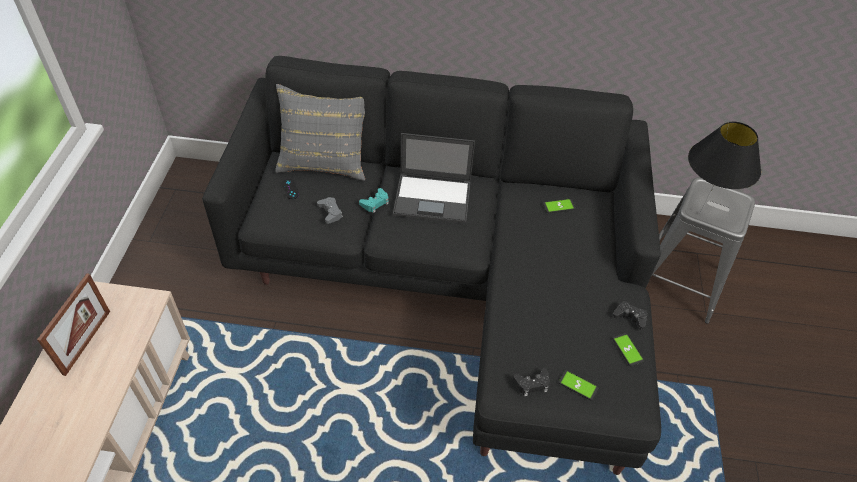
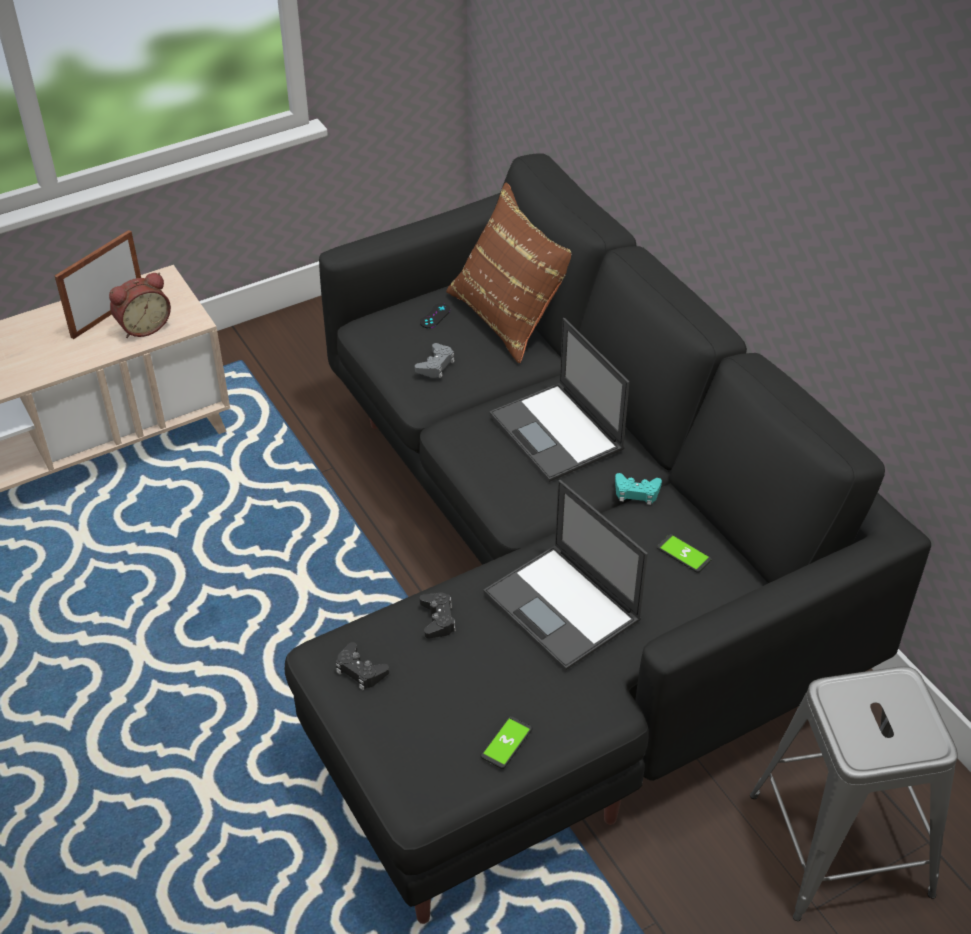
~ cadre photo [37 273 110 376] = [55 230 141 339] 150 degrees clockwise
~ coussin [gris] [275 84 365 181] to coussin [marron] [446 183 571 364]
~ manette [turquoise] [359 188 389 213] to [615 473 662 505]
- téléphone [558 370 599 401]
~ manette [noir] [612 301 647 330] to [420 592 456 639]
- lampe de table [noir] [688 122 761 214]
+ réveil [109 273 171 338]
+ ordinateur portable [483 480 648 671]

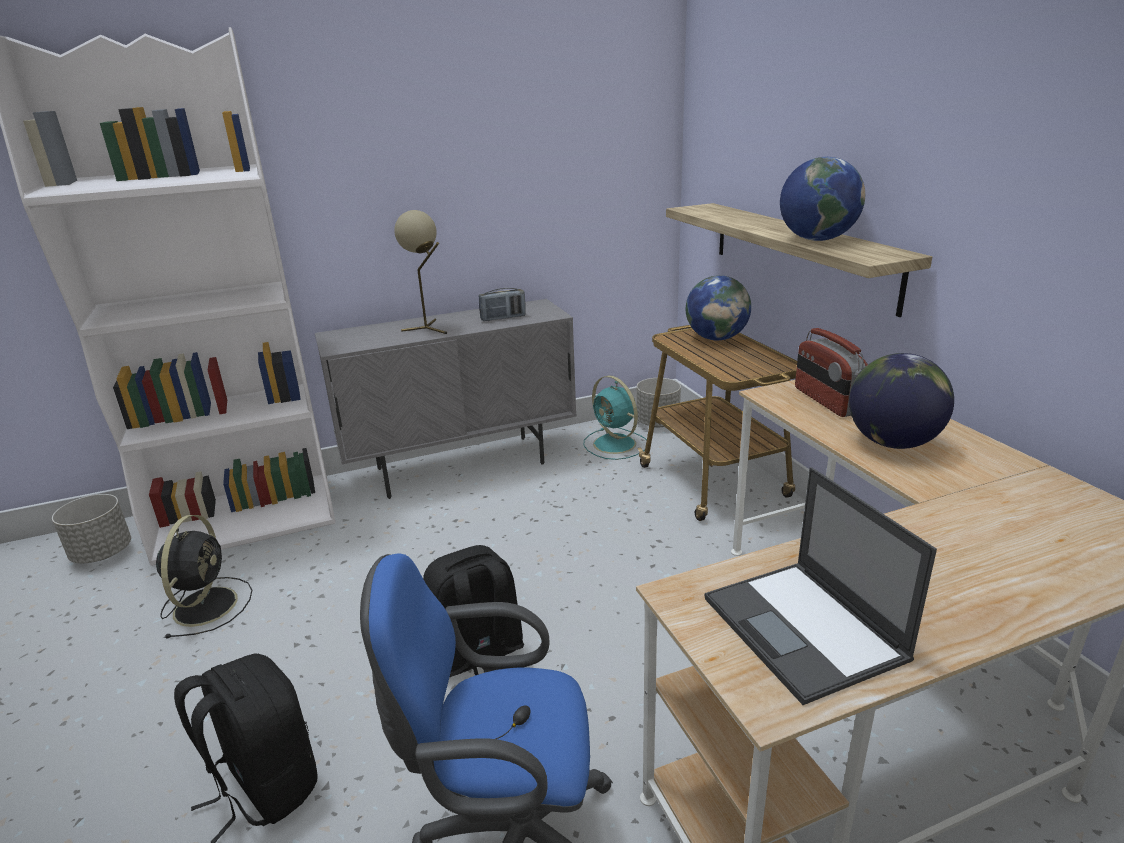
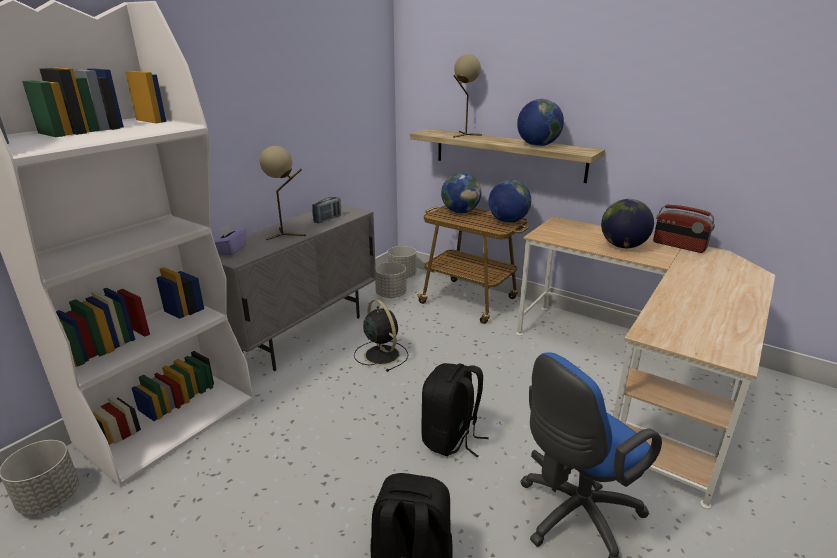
~ ventilateur [noir] [156 515 252 638] to [354 299 408 372]
~ ventilateur [turquoise] [583 375 647 460] to cache-pot [gris] [375 262 406 298]
- ordinateur portable [705 467 937 705]
~ radio [795 328 868 417] to [653 205 715 253]
+ boîte à mouchoirs [violet] [214 224 246 256]
+ lampe de table [beige] [453 54 482 138]
+ globe [488 180 531 223]

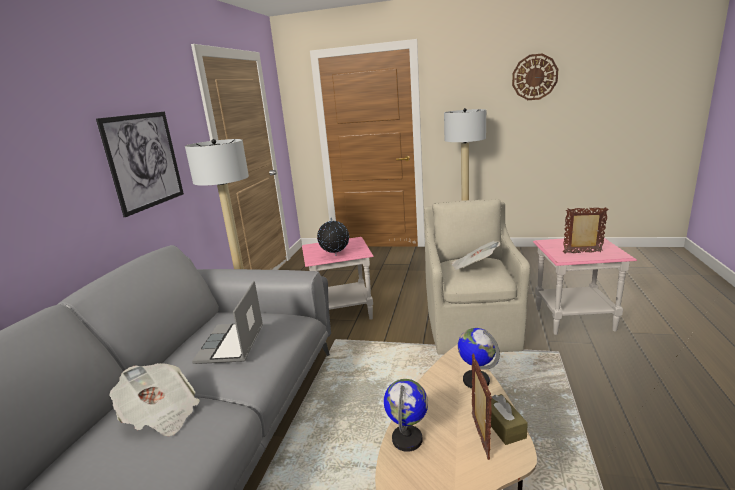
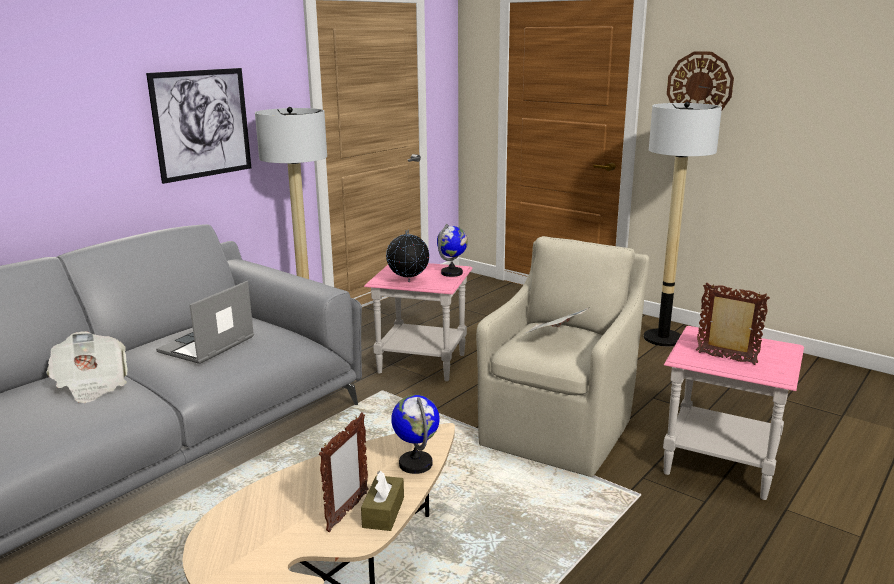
~ globe [384 379 428 452] to [437 224 468 277]
~ horloge murale [512 54 558 100] to [667 51 734 110]

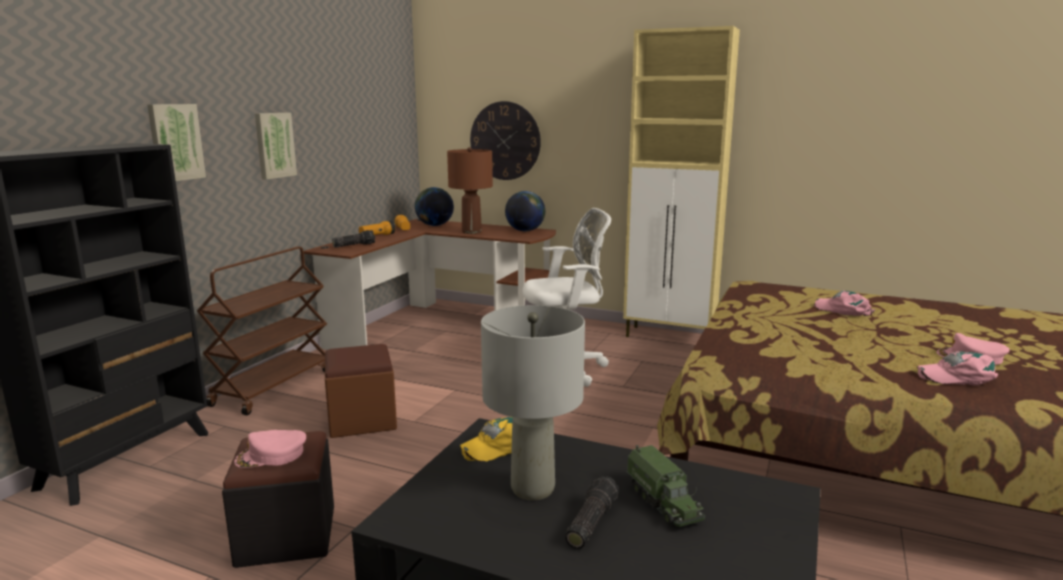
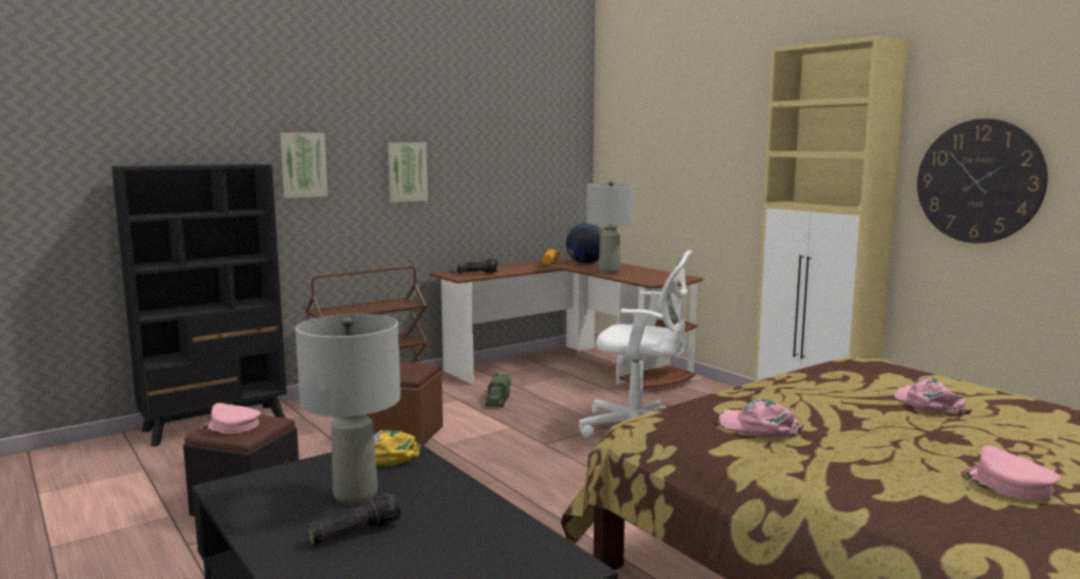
- lampe de poche [359 220 395 235]
~ lampe de table [marron] [447 147 493 234] to lampe de table [gris] [586 181 635 274]
~ horloge murale [470 101 541 180] to [917 119 1048 243]
- globe [505 191 545 231]
~ camion jouet [627 445 705 527] to [485 372 511 407]
~ casquette [rose] [917 351 998 386] to [717 399 804 438]

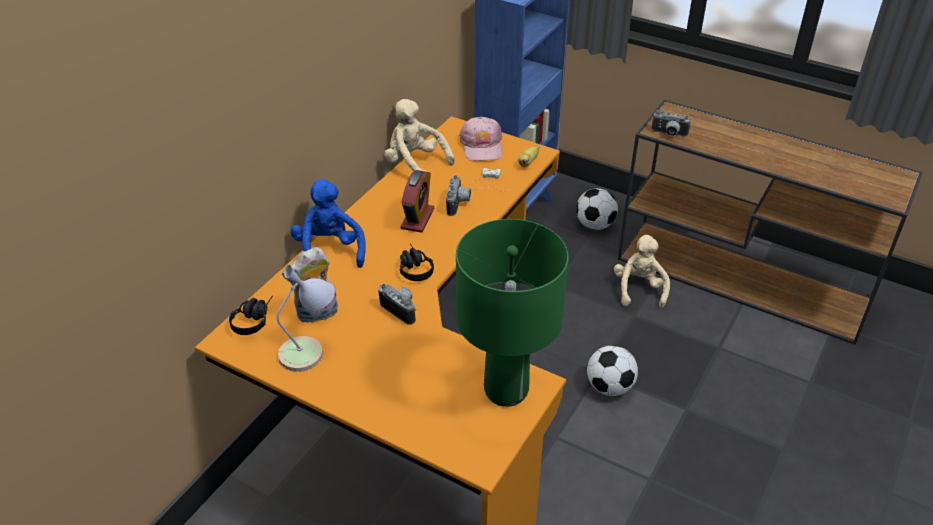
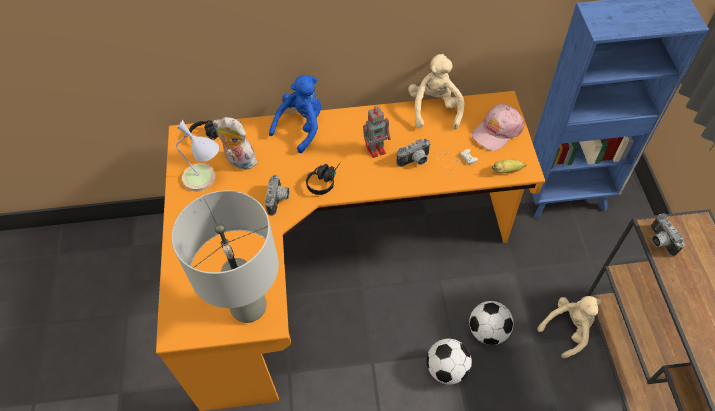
~ réveil [401 170 434 233] to robot jouet [363 106 391 158]
~ lampe de table [vert] [456 219 569 407] to lampe de table [gris] [171 190 279 323]
~ ballon de foot [576 188 618 230] to [469 301 514 345]

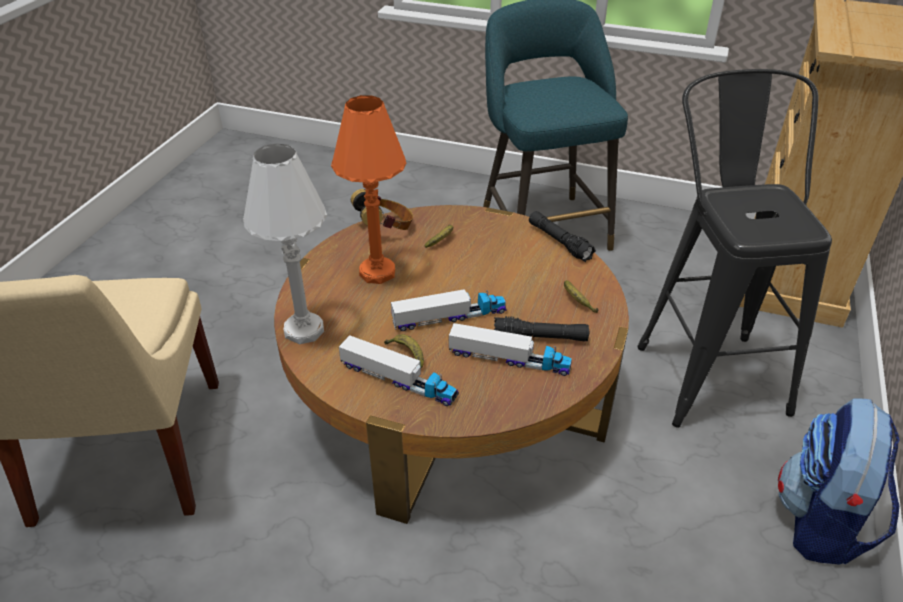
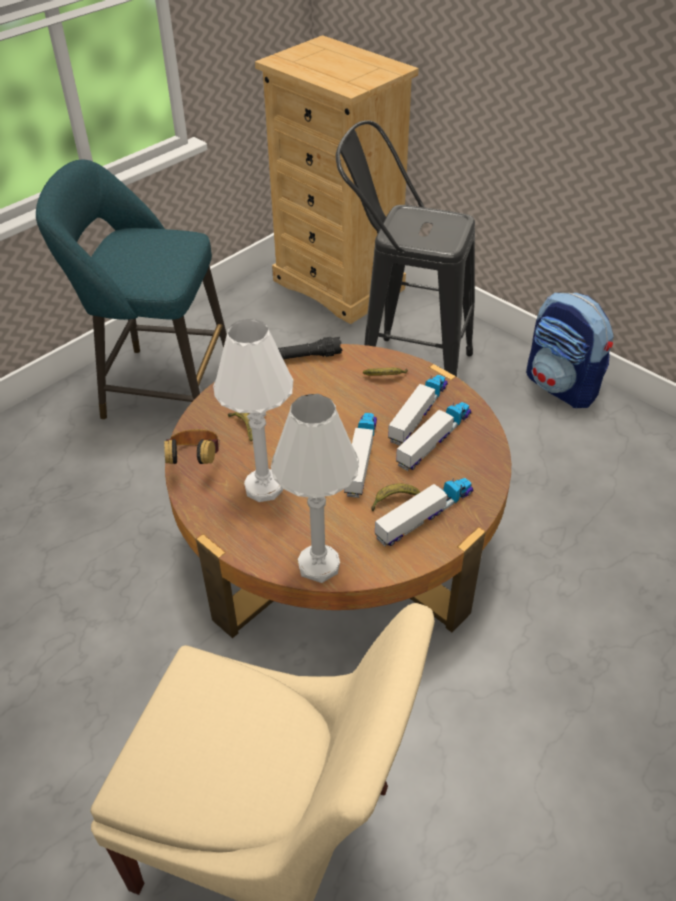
~ lampe de table [orange] [331 95 406 284] to lampe de table [blanc] [213 319 293 502]
~ lampe de poche [noir] [494 316 589 342] to camion jouet [388 375 448 446]

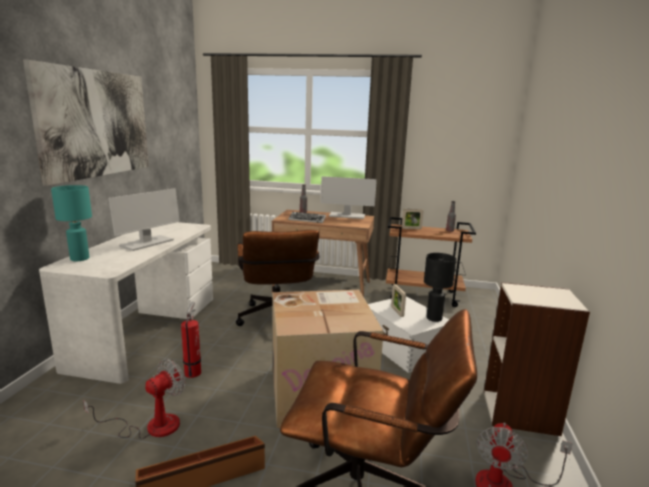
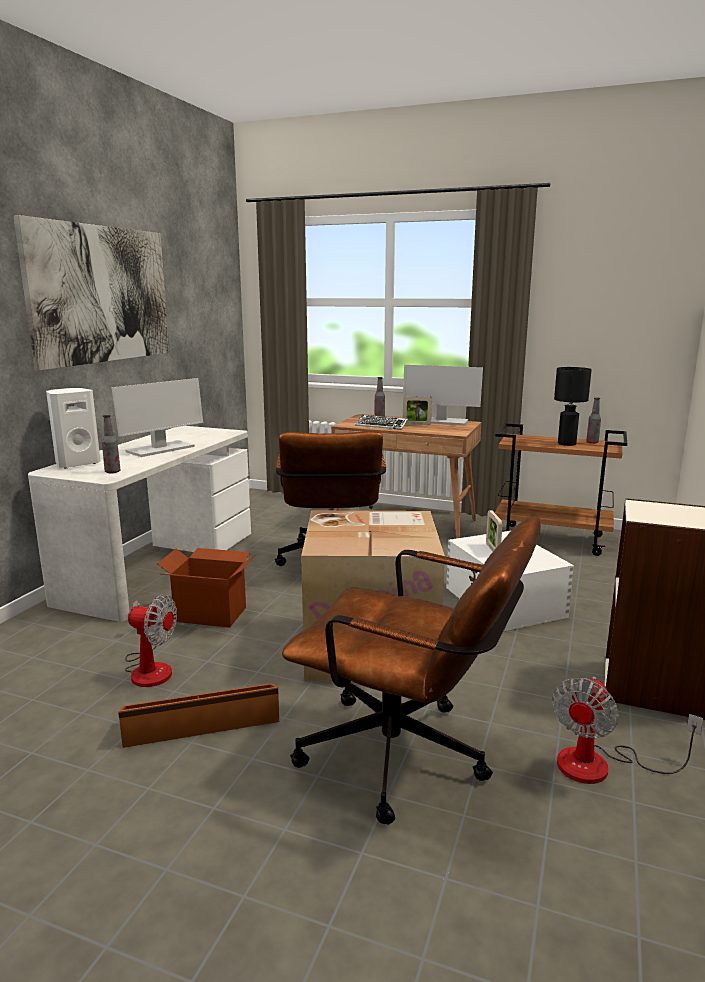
~ lampe de table [turquoise] [51 185 92 261] to enceinte [blanc] [46 388 100 469]
~ ventilateur [83 359 185 439] = [125 595 177 687] 60 degrees clockwise
~ extincteur [181 302 201 378] to carton [157 548 255 628]
~ cadre photo [402 209 423 229] to [403 396 432 425]
~ lampe de table [noir] [424 253 456 322] to [554 367 592 446]
+ bouteille [102 415 121 474]

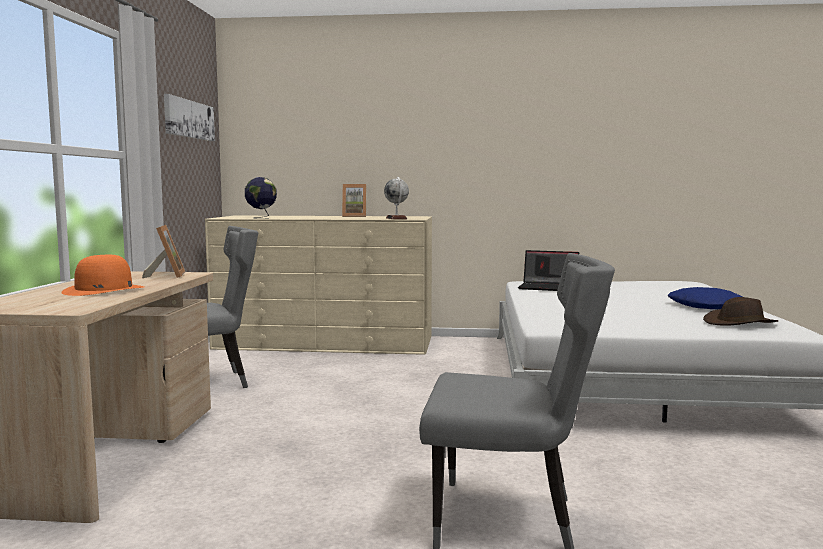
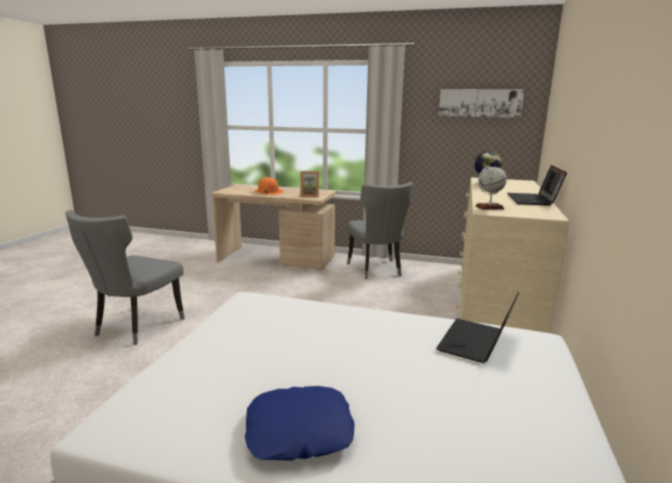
~ cadre photo [342 184 366 217] to ordinateur portable [507 165 567 206]
- chapeau [marron] [703 297 778 326]

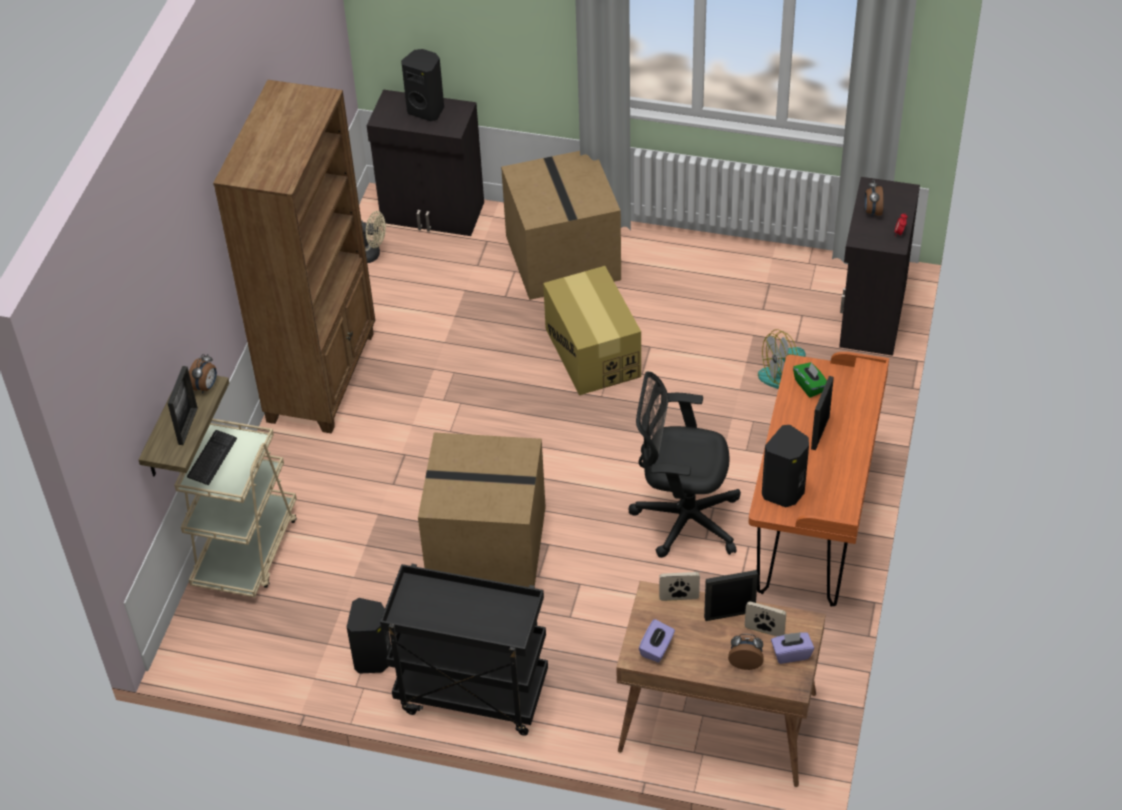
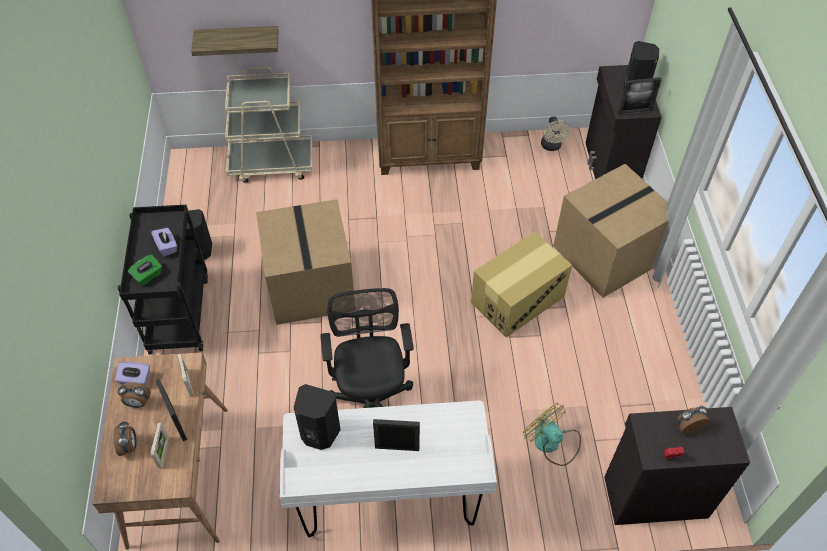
~ cadre photo [168 366 198 445] to [618 77 662 116]
- clavier [187 430 237 485]
~ réveil [189 354 217 393] to [118 383 151 408]
~ bureau [orange] [749 352 889 607] to bureau [blanc] [280 401 497 537]
~ boîte à mouchoirs [violet] [771 632 814 664] to [151 228 177 257]
~ boîte à mouchoirs [vert] [793 362 827 398] to [128 254 162 286]

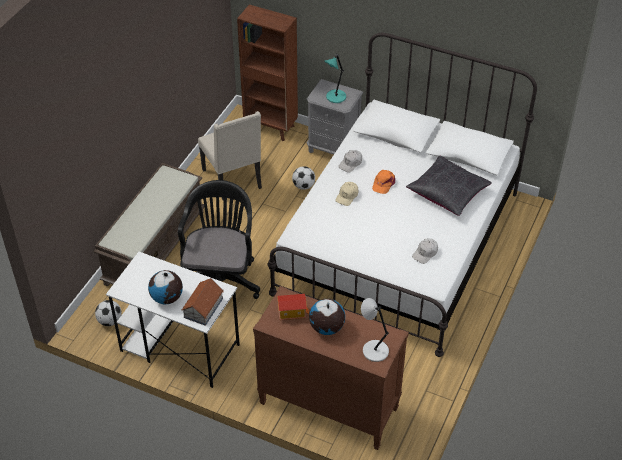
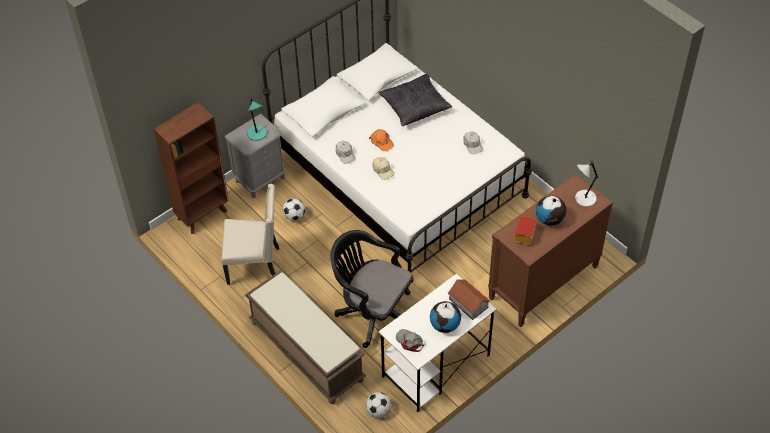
+ casquette [gris] [396 329 425 352]

